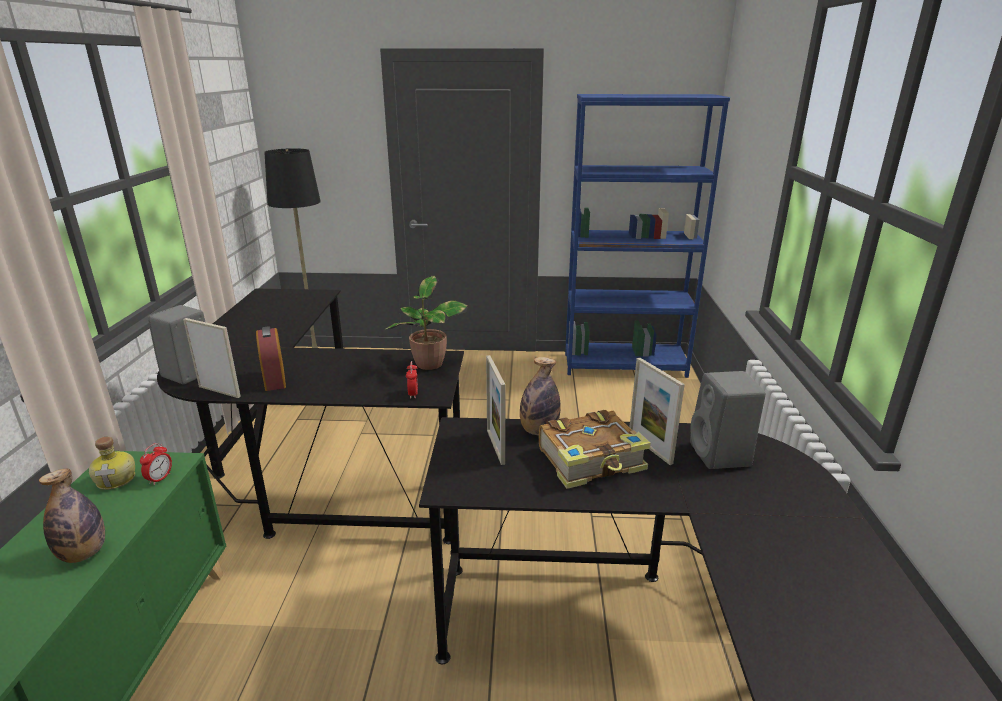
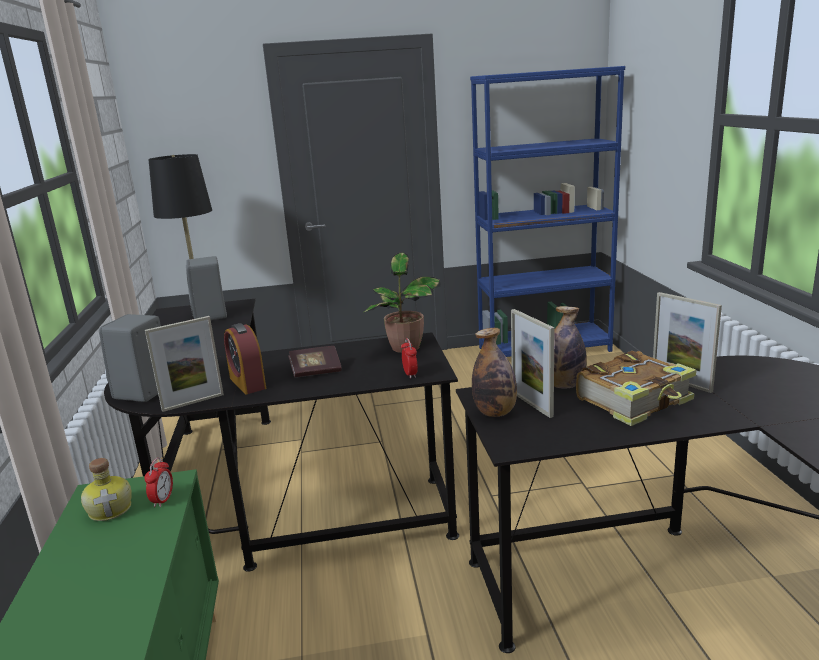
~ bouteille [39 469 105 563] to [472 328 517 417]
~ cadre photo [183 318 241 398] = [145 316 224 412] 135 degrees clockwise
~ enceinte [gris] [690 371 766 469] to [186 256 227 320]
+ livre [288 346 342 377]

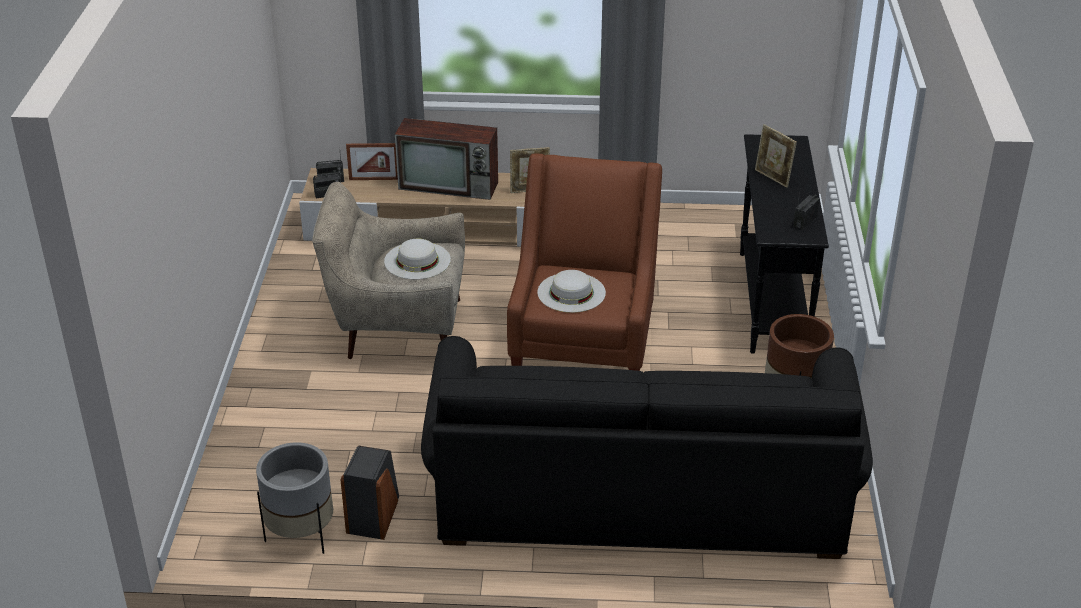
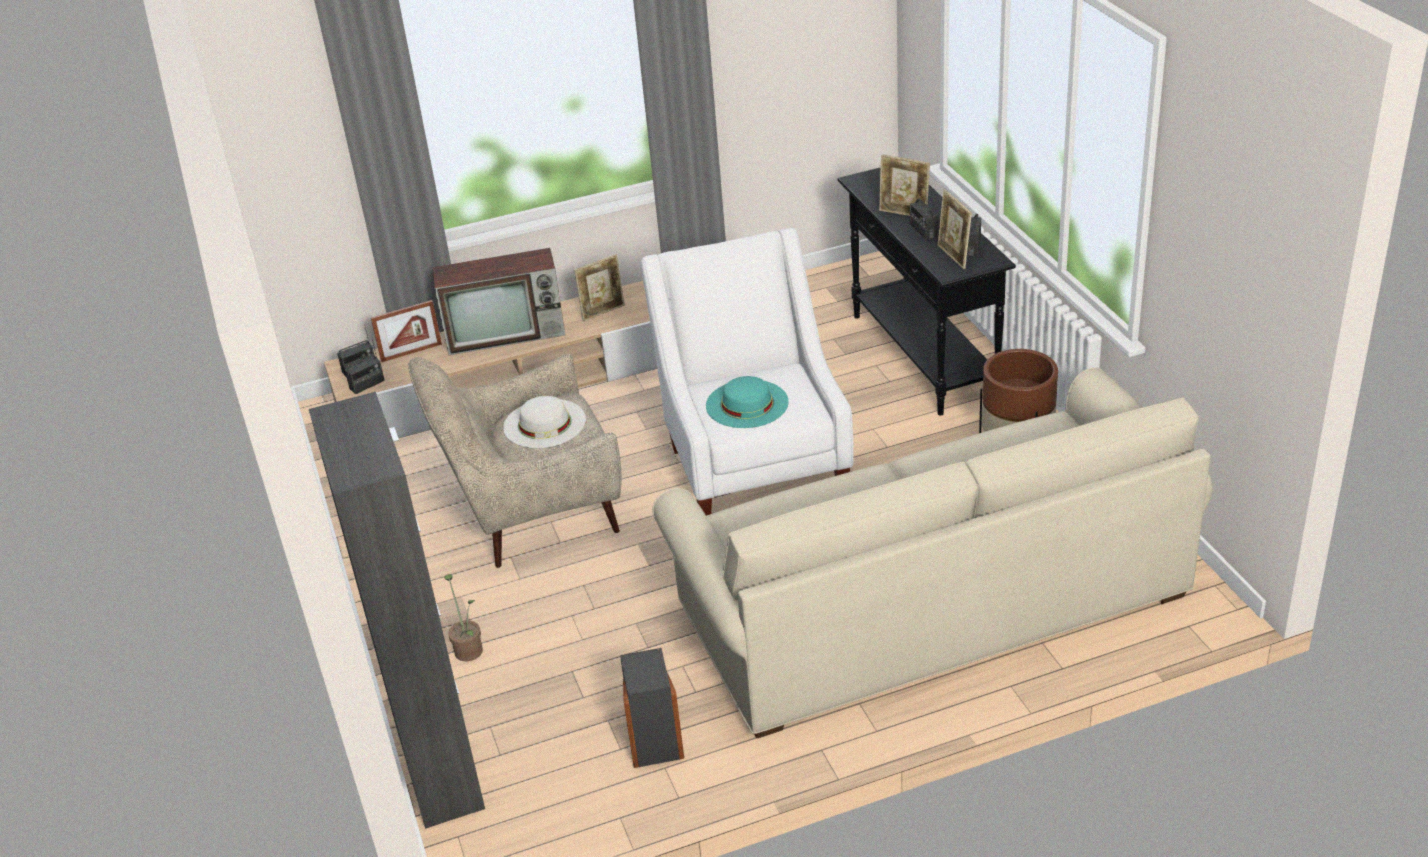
- cache-pot [gris] [256 442 333 554]
~ canapé [noir] [421 336 873 559] to canapé [beige] [652 367 1213 738]
~ fauteuil [marron] [507 153 662 371] to fauteuil [blanc] [641 228 854 516]
~ chapeau [blanc] [537 270 606 313] to chapeau [turquoise] [706 376 789 428]
+ meuble de rangement [noir] [309 392 485 829]
+ plante en pot [444 574 483 661]
+ radio [910 198 937 240]
+ cadre photo [937 189 972 269]

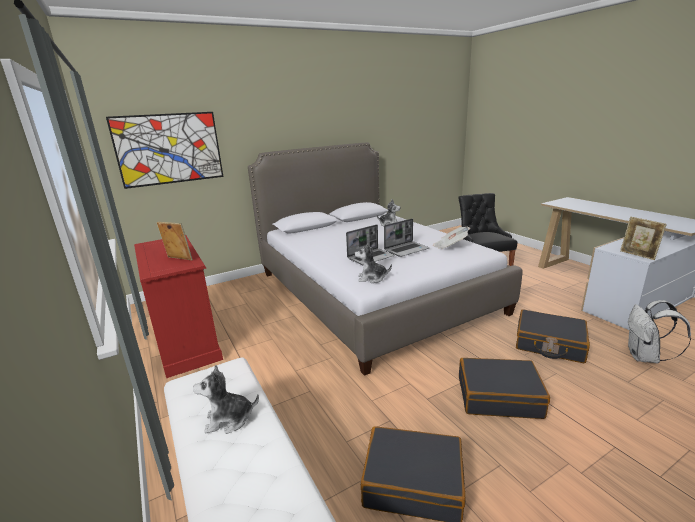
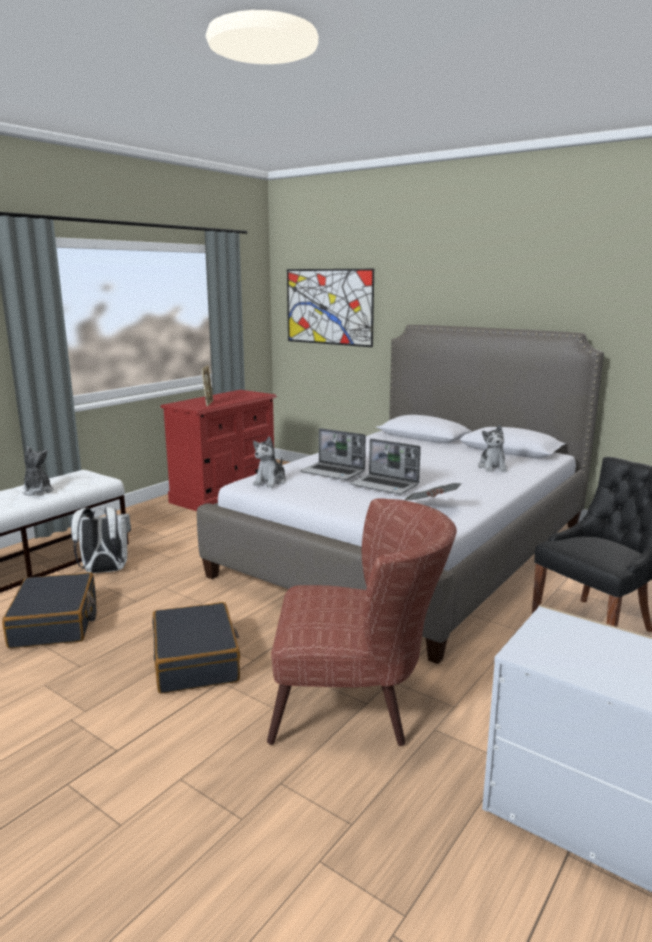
~ peluche [355 244 392 283] = [253 436 286 488] 135 degrees counterclockwise
~ valise [noir] [516 309 590 363] to fauteuil [marron] [267 498 457 746]
- cadre photo [620 217 667 260]
~ sac à dos [blanc] [628 300 691 364] to [71 507 131 573]

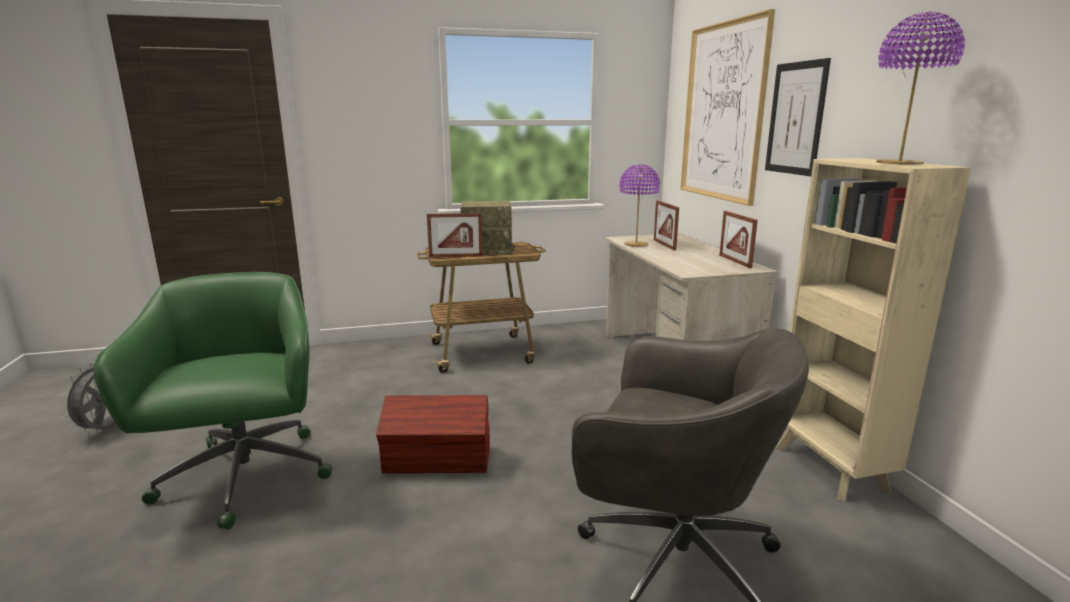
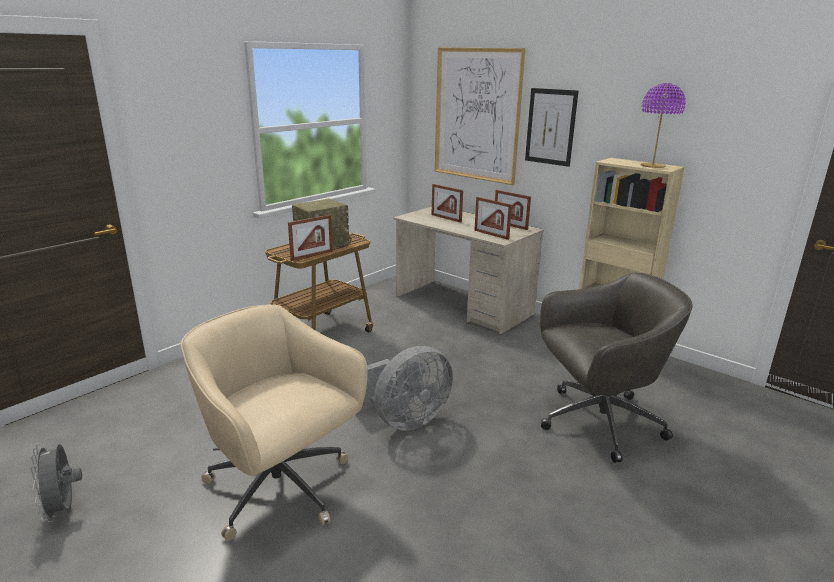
~ chaise de bureau [vert] [93 272 332 529] to chaise de bureau [beige] [181 304 368 541]
~ boîte de rangement [marron] [376 395 490 473] to ventilateur [gris] [360 346 453 431]
- lampe de table [violet] [619 164 660 247]
+ cadre photo [474 197 512 240]

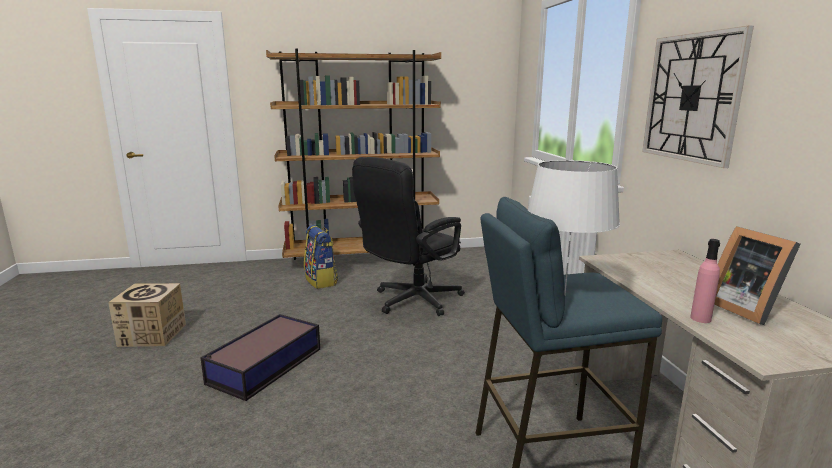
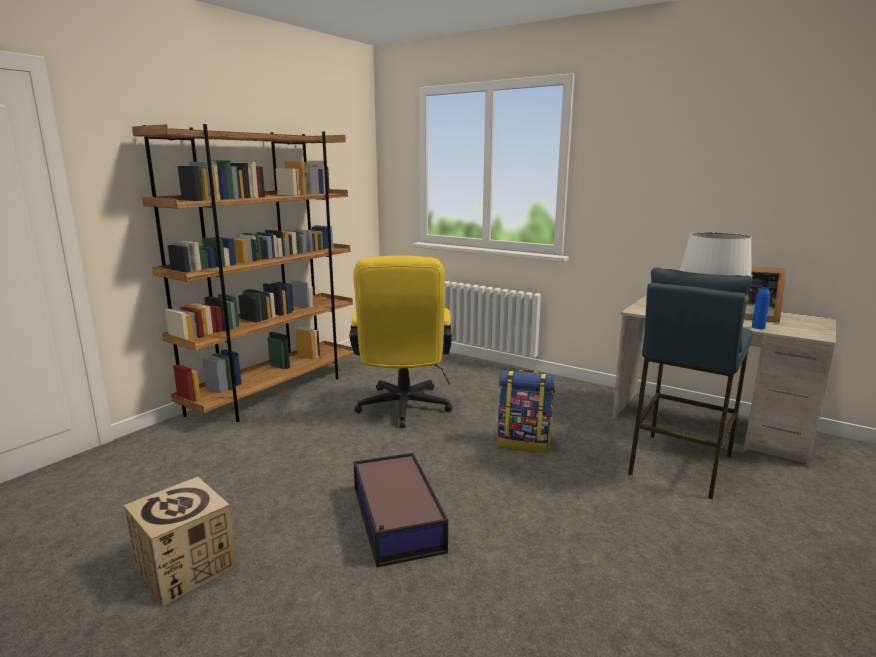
~ sac à dos [304 225 338 289] to [497 369 555 452]
~ chaise de bureau [noir] [352 157 465 316] to chaise de bureau [jaune] [350 255 453 428]
- horloge murale [642 26 754 168]
~ bouteille [rose] [690 239 720 323] to bouteille [bleu] [752 274 771 329]

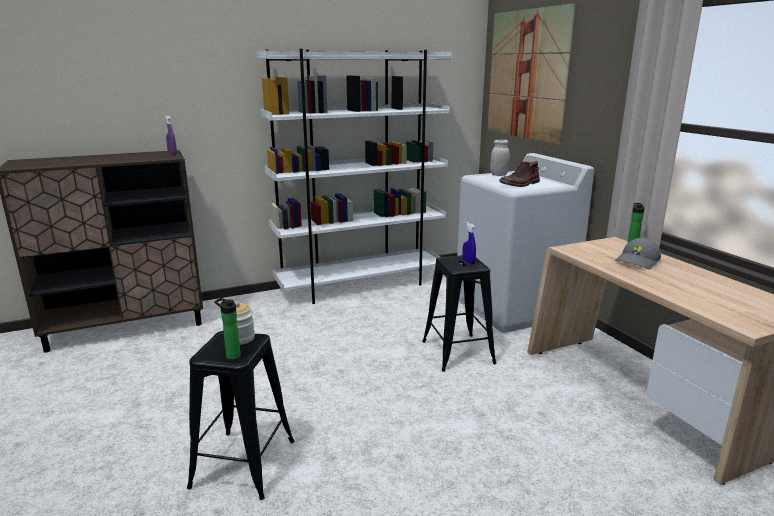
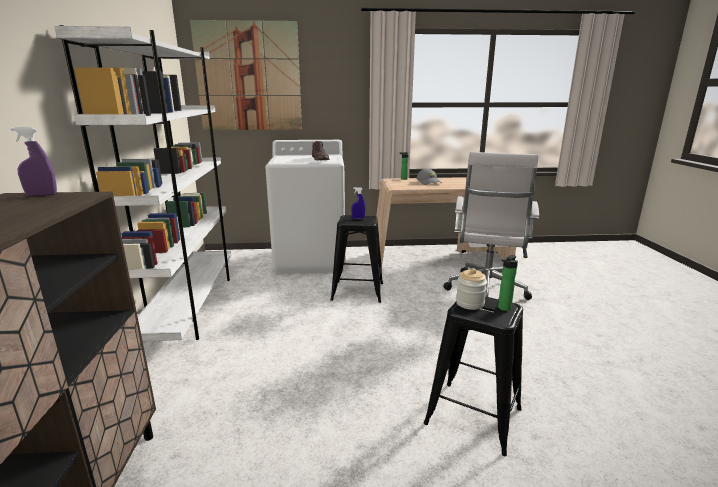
- bocal [blanc] [490 140 510 176]
+ chaise de bureau [blanc] [443 152 539 300]

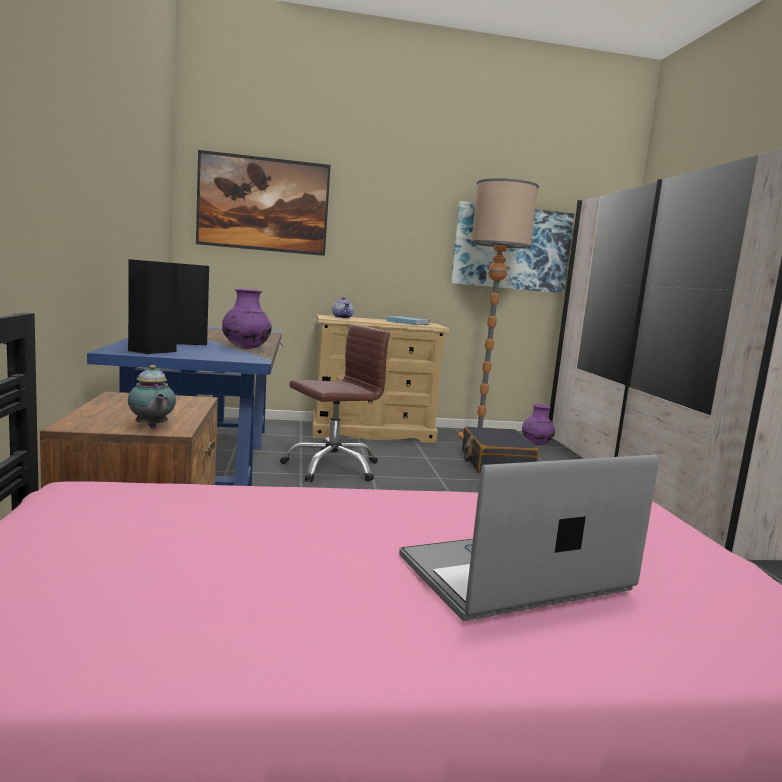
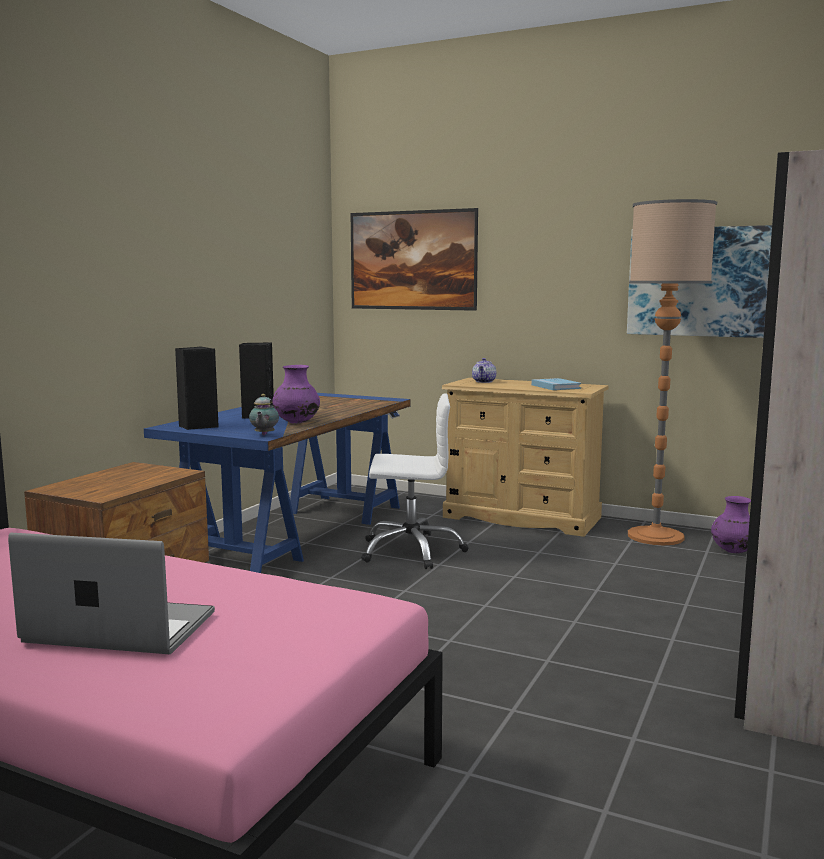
~ théière [128 365 176 428] to [249 394 279 435]
~ chaise de bureau [marron] [280 324 390 482] to chaise de bureau [blanc] [361 393 469 569]
- valise [noir] [462 427 539 473]

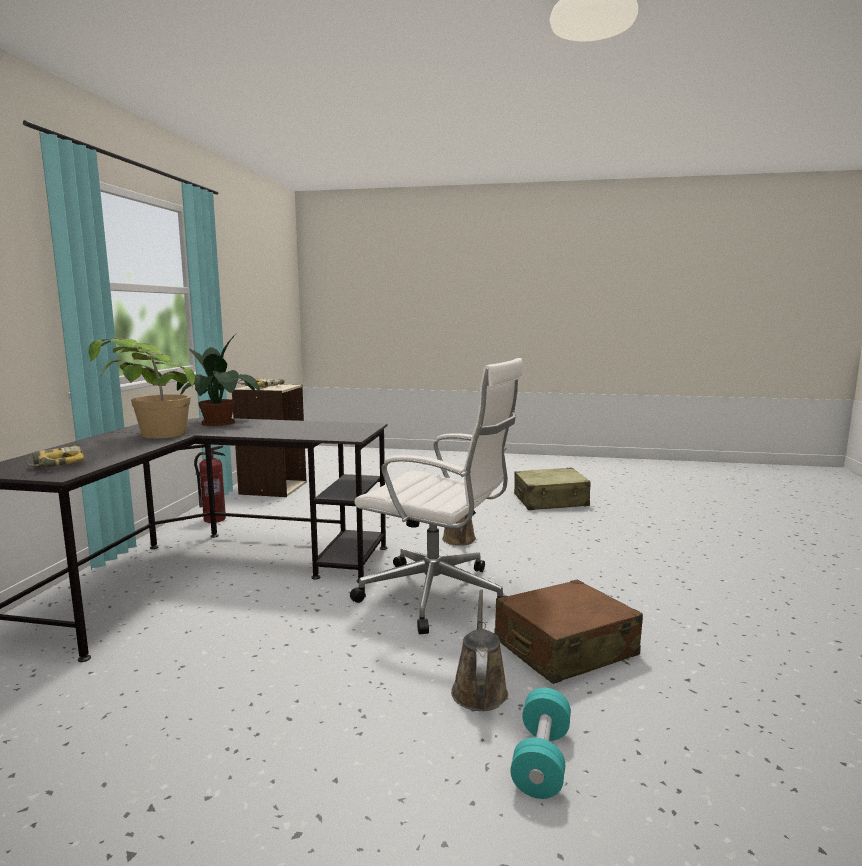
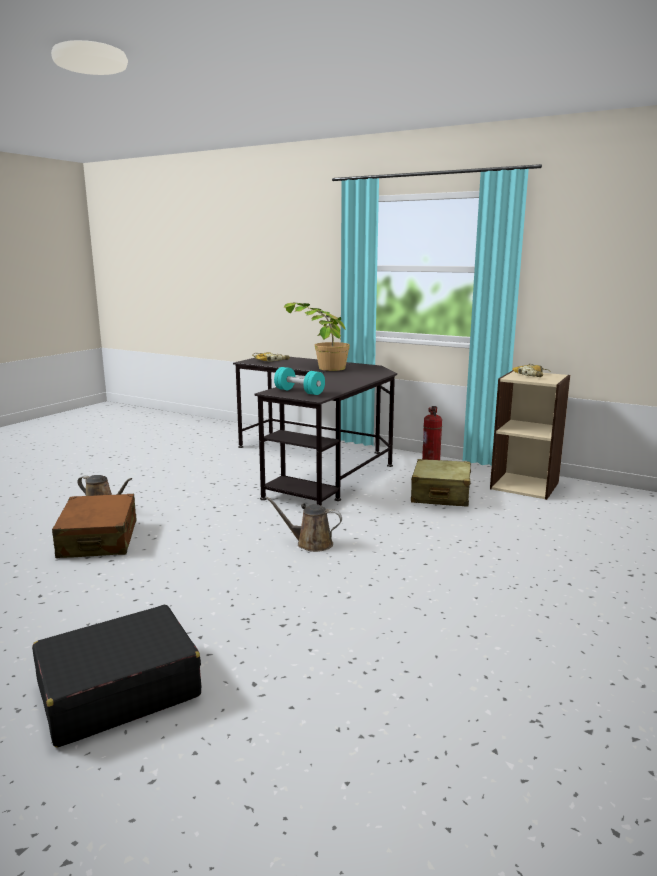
- plante en pot [177 333 260 426]
- chaise de bureau [blanc] [350 358 524 634]
~ haltère [turquoise] [511 688 571 799] to [274 367 325 395]
~ valise [beige] [514 468 590 510] to [411 459 471 506]
+ valise [noir] [32 605 201 747]

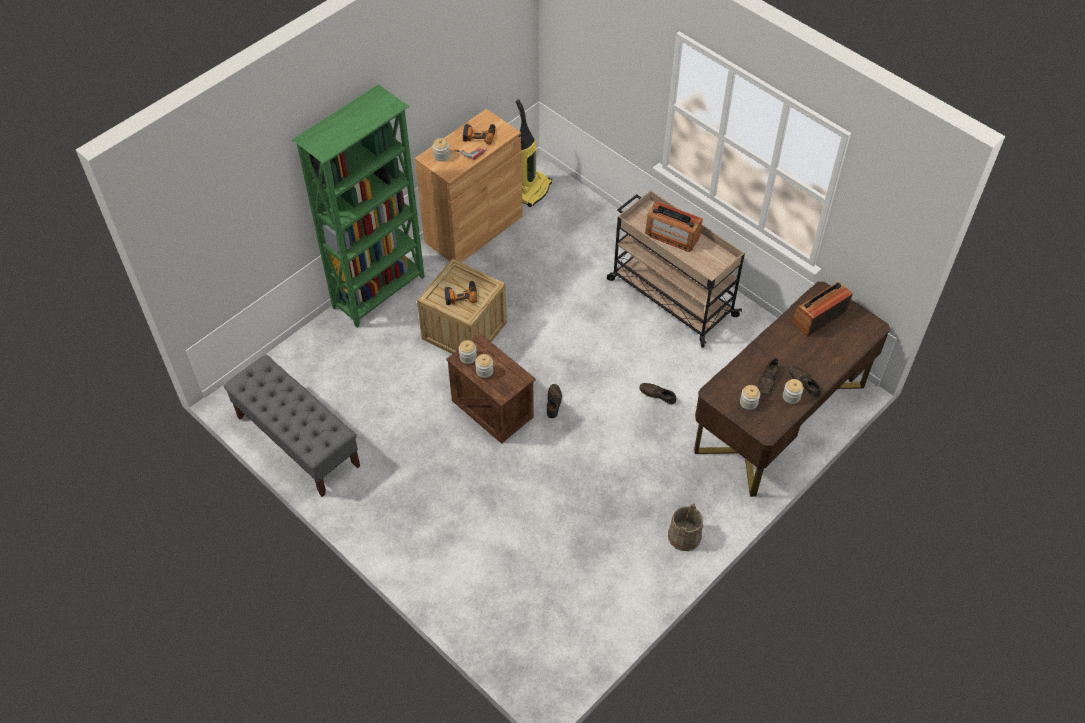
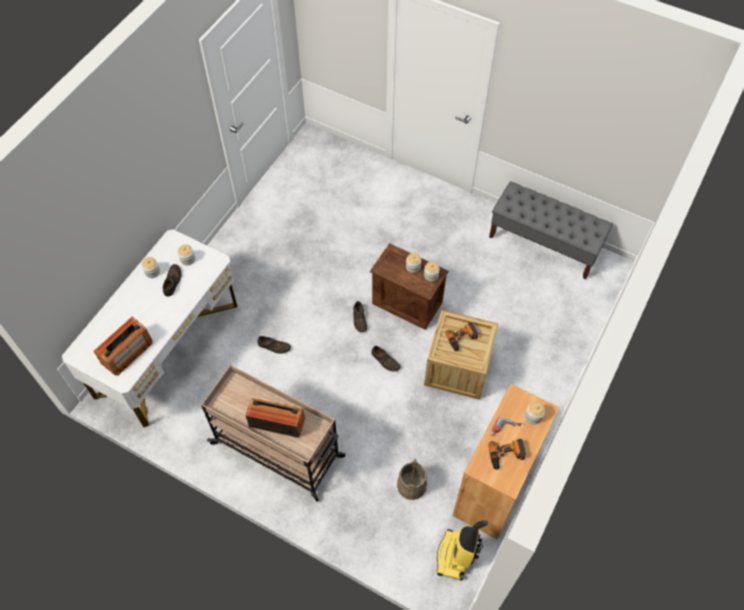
- bibliothèque [vert] [293 84 425 328]
~ seau [beige] [668 503 703 551] to [397 459 427 500]
~ bureau [marron] [694 282 890 497] to bureau [blanc] [62 229 237 427]
~ chaussure [marron] [788 365 821 398] to [371 346 400 371]

